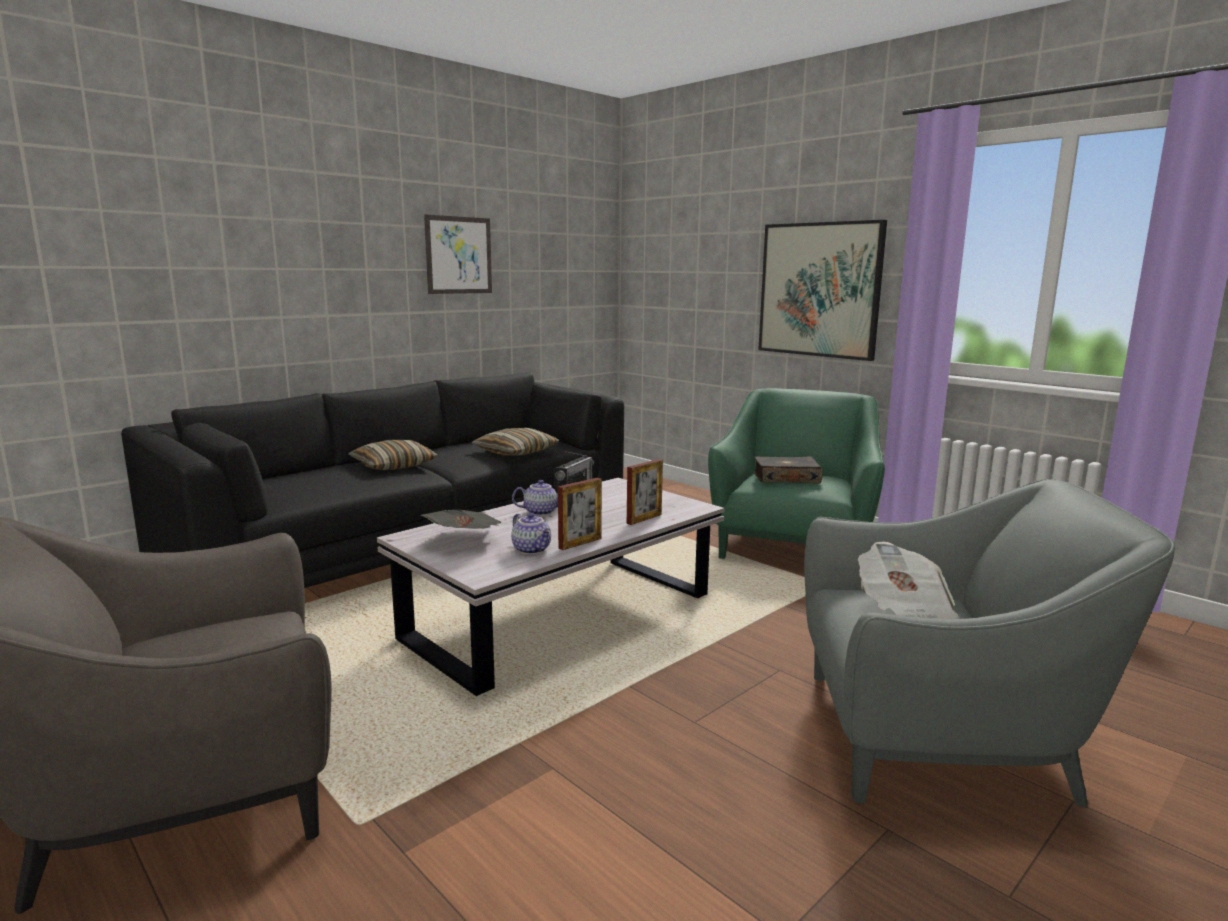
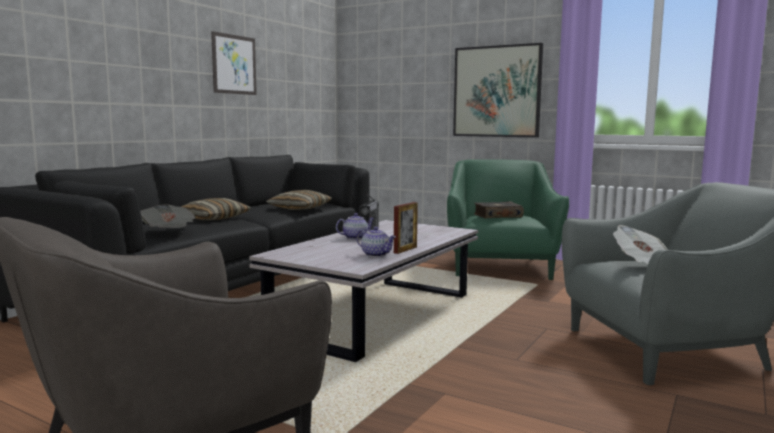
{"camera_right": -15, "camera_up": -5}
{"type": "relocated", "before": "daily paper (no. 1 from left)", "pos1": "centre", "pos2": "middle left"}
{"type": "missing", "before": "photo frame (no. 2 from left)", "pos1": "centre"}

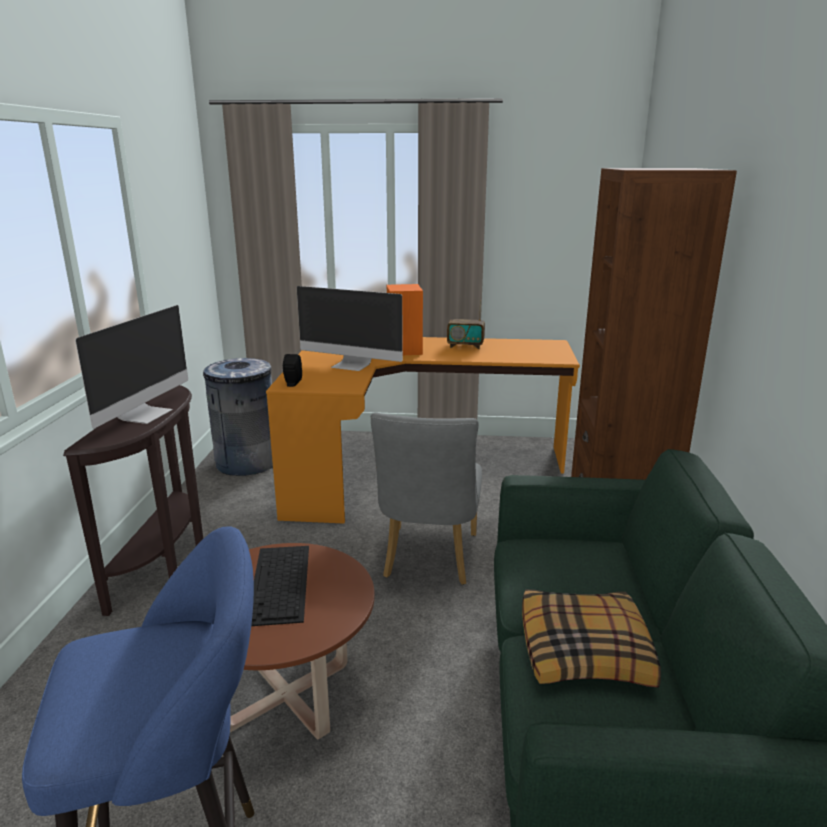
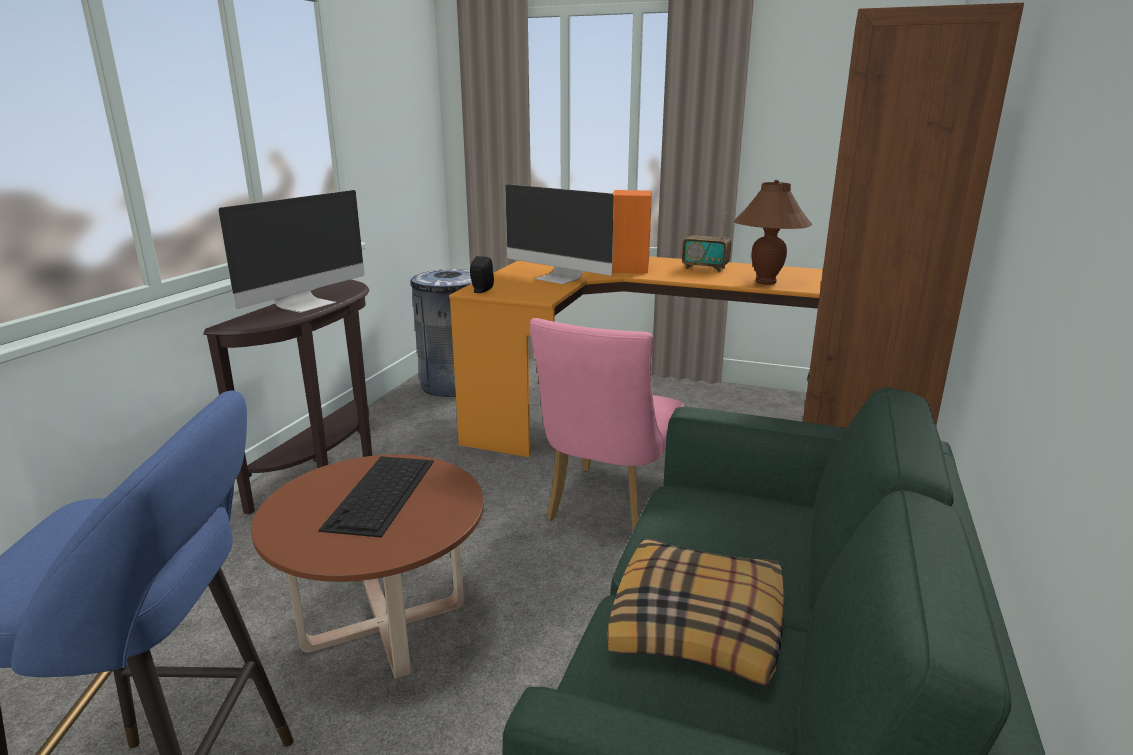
{"camera_right": 15, "camera_up": 0}
{"type": "colour", "before": "grey chair", "after": "pink chair", "pos1": "centre", "pos2": "centre"}
{"type": "appeared", "after": "brown table lamp", "pos2": "top right"}

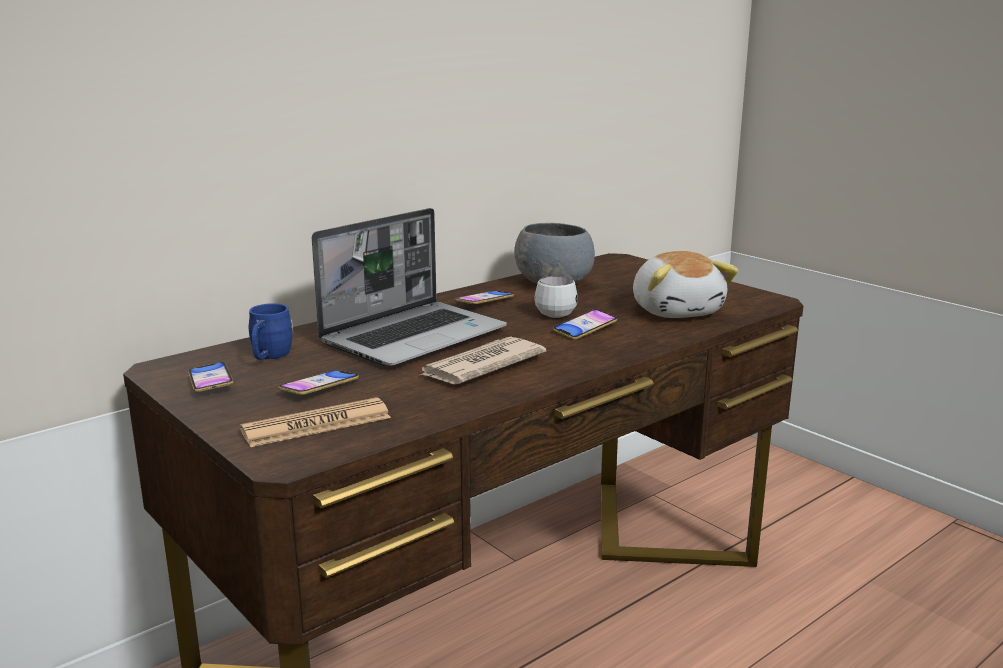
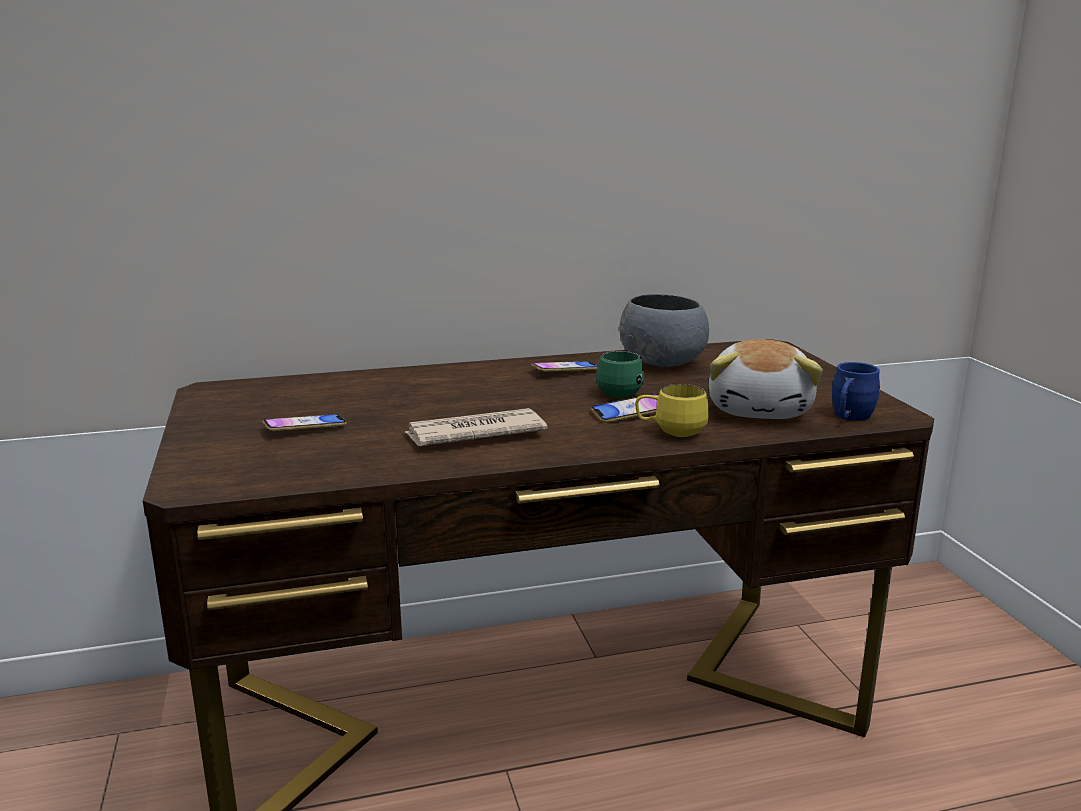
{"camera_right": 25, "camera_up": 0}
{"type": "colour", "before": "white-coloured mug", "after": "green-coloured mug", "pos1": "centre", "pos2": "centre"}
{"type": "appeared", "after": "yellow-coloured mug", "pos2": "centre"}
{"type": "relocated", "before": "blue mug", "pos1": "middle left", "pos2": "middle right"}
{"type": "missing", "before": "telephone (no. 1 from left)", "pos1": "middle left"}
{"type": "missing", "before": "daily paper (no. 1 from left)", "pos1": "middle left"}
{"type": "missing", "before": "notebook computer", "pos1": "centre"}

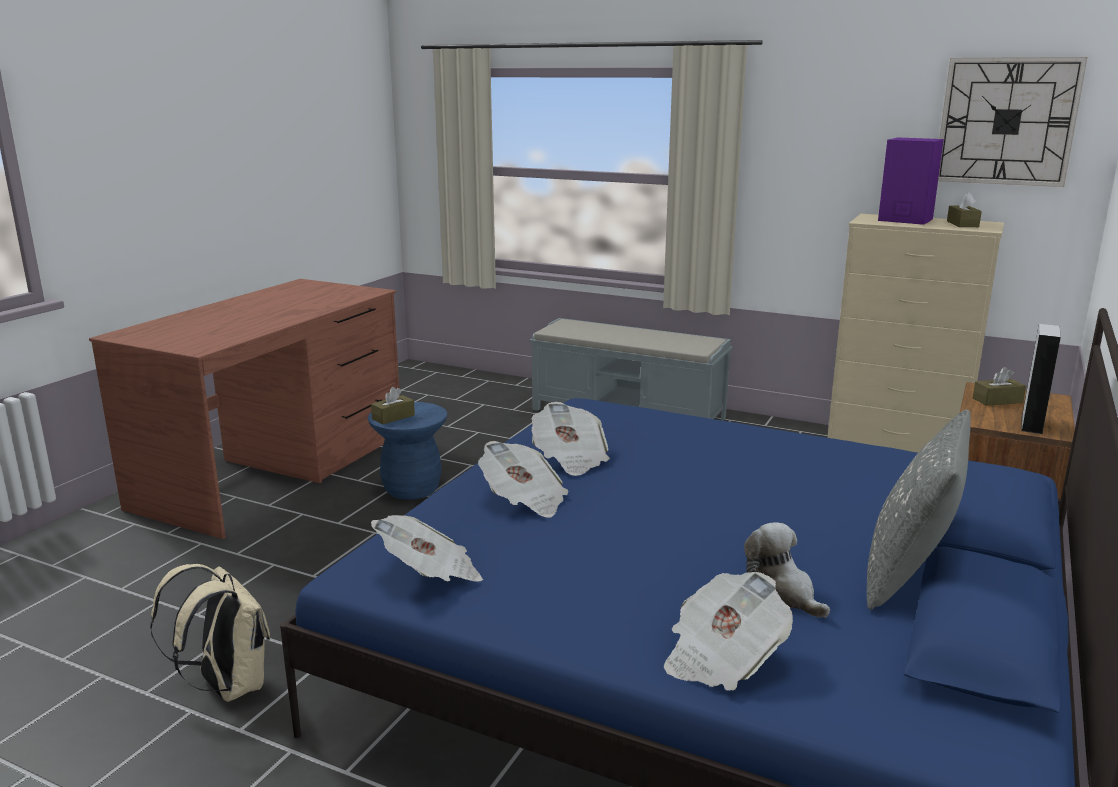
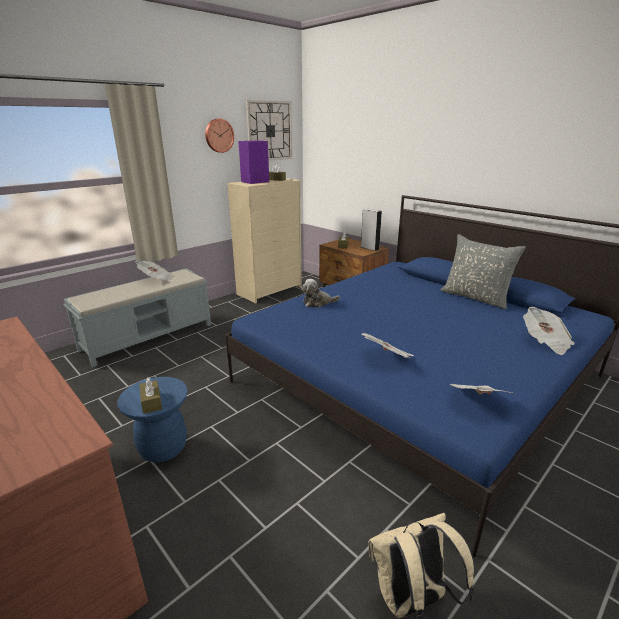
{"camera_right": -70, "camera_up": 5}
{"type": "relocated", "before": "daily paper (no. 3 from left in the first image)", "after": "daily paper (no. 1 from left)", "pos1": "centre", "pos2": "middle left"}
{"type": "appeared", "after": "wall clock (no. 1 from left)", "pos2": "top centre"}
{"type": "relocated", "before": "plush toy", "pos1": "bottom right", "pos2": "centre"}

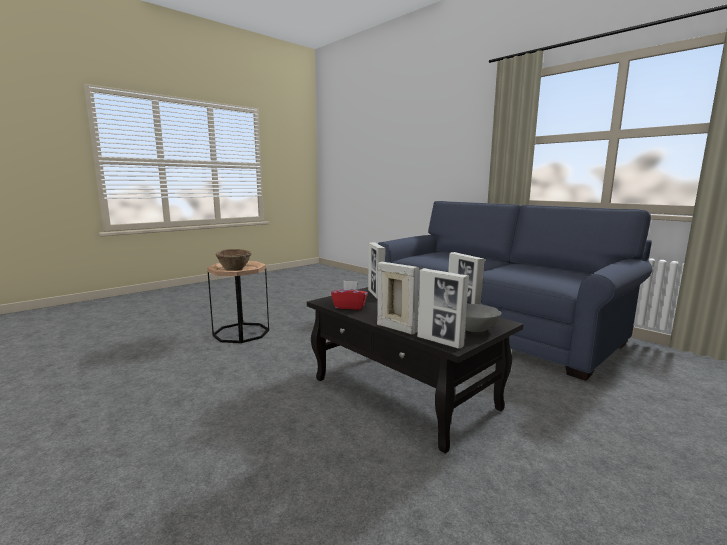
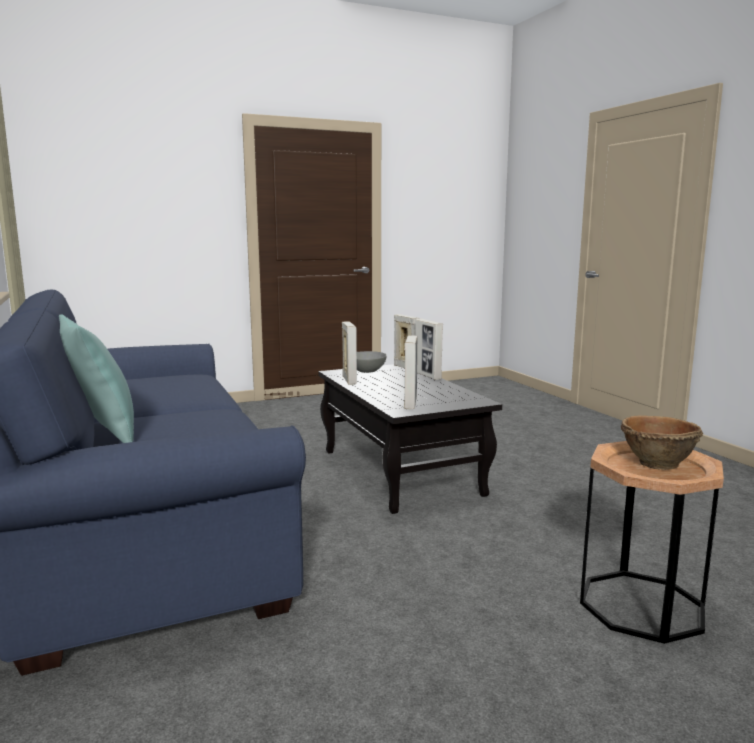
{"camera_right": -160, "camera_up": 0}
{"type": "appeared", "after": "turquoise throw pillow", "pos2": "middle left"}
{"type": "missing", "before": "reddish box of tissues", "pos1": "centre"}

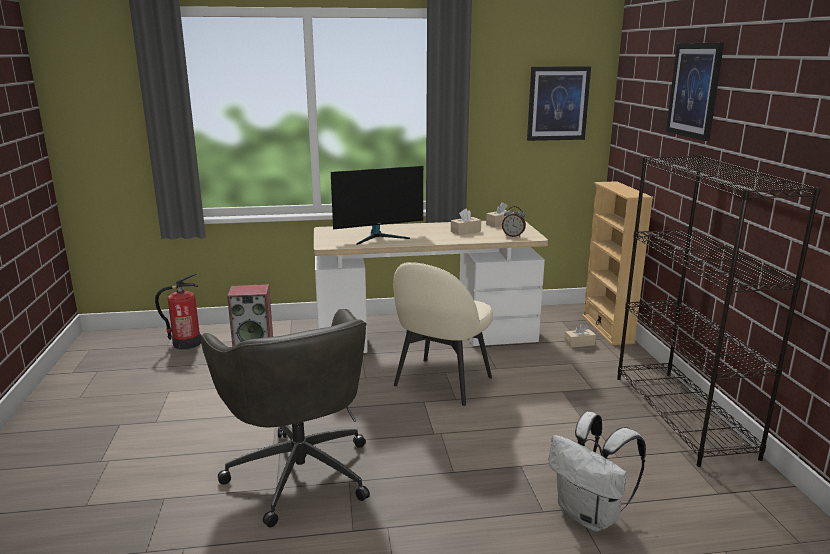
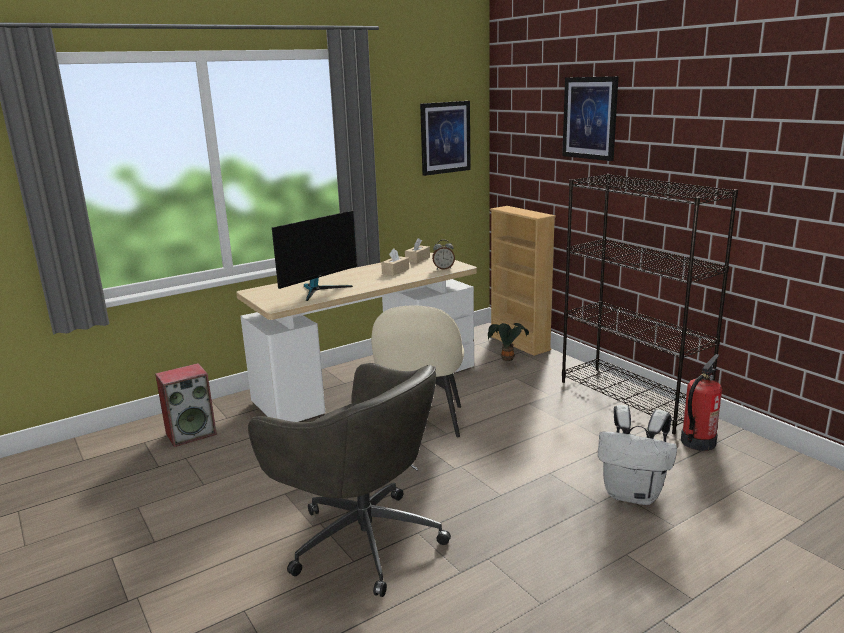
{"camera_right": -25, "camera_up": 0}
{"type": "exchanged", "before": "beige-coloured box of tissues (no. 3 from left)", "after": "potted plant", "pos1": "middle right", "pos2": "centre"}
{"type": "relocated", "before": "fire extinguisher", "pos1": "middle left", "pos2": "middle right"}

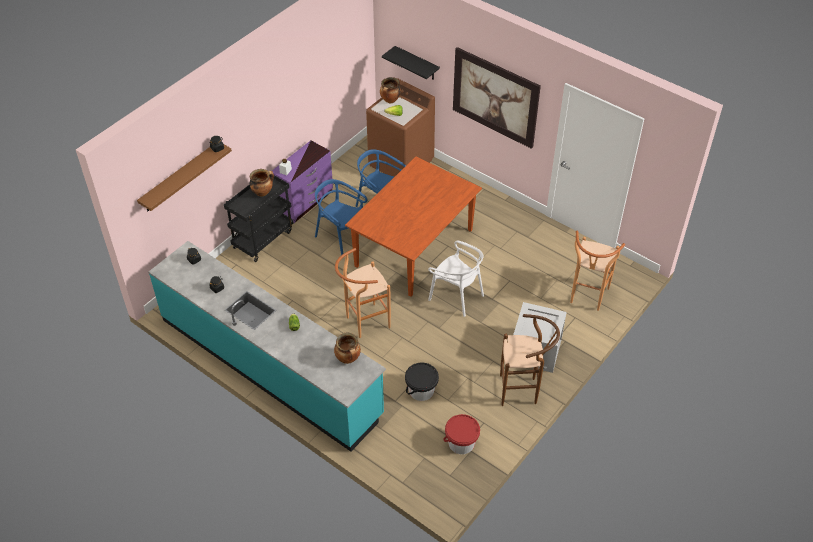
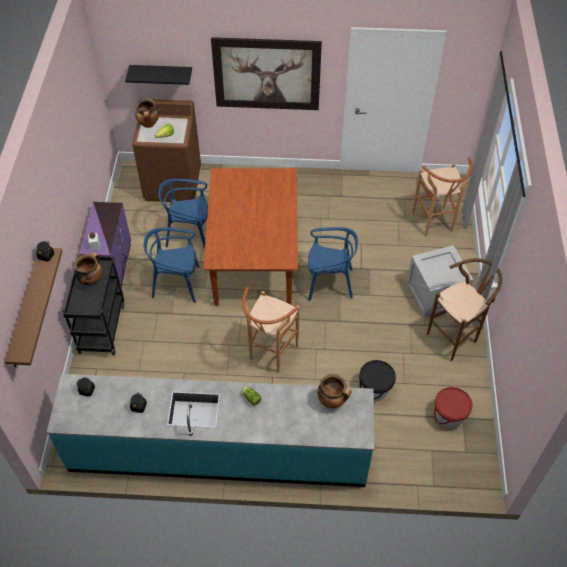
{"camera_right": -35, "camera_up": 5}
{"type": "colour", "before": "white-coloured chair", "after": "blue chair (no. 3 from left)", "pos1": "centre", "pos2": "centre"}

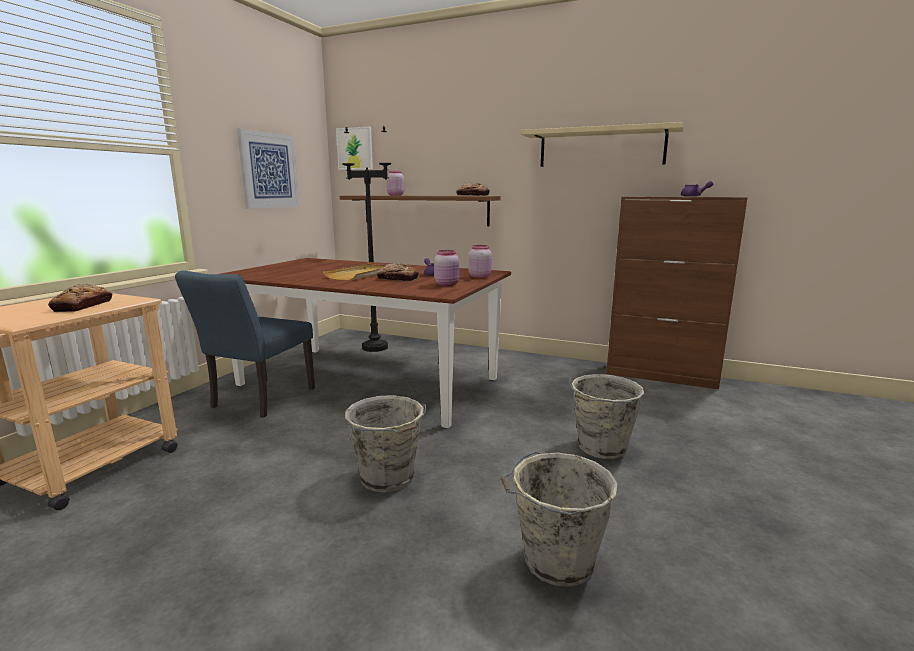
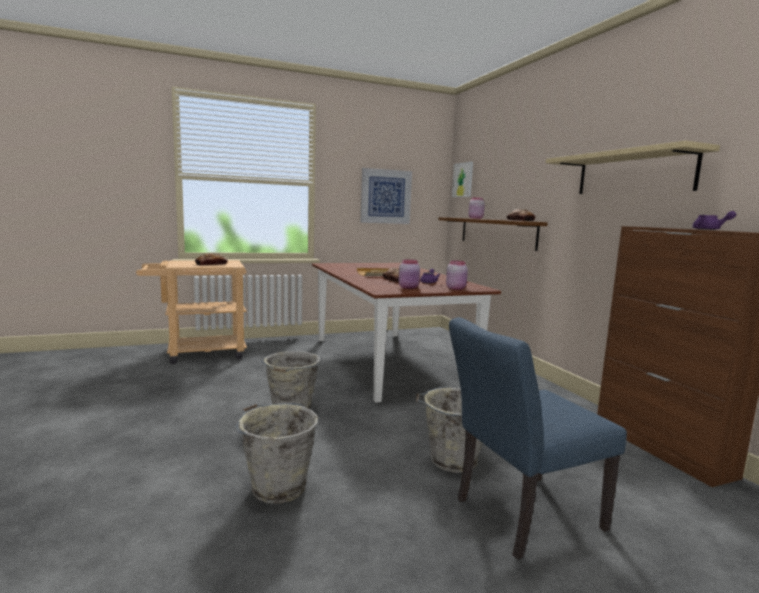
{"camera_right": 45, "camera_up": -5}
{"type": "relocated", "before": "blue chair", "pos1": "middle left", "pos2": "bottom right"}
{"type": "missing", "before": "blackish standing lamp", "pos1": "centre"}

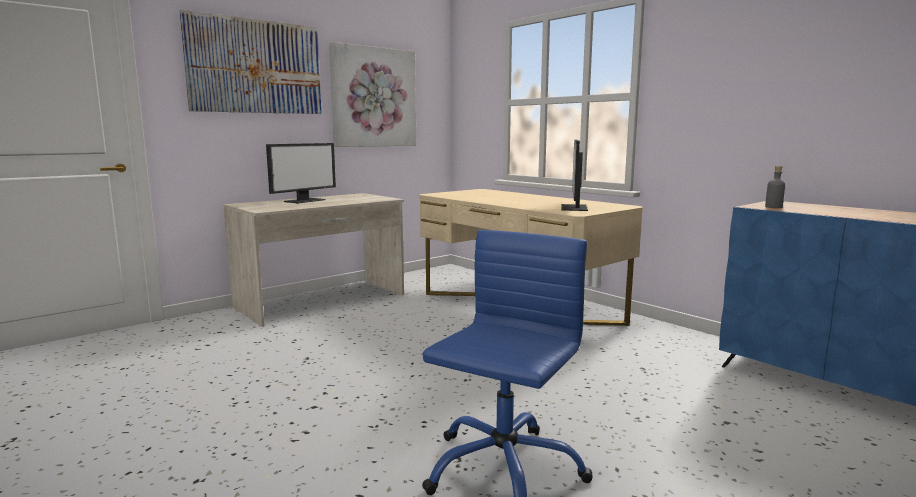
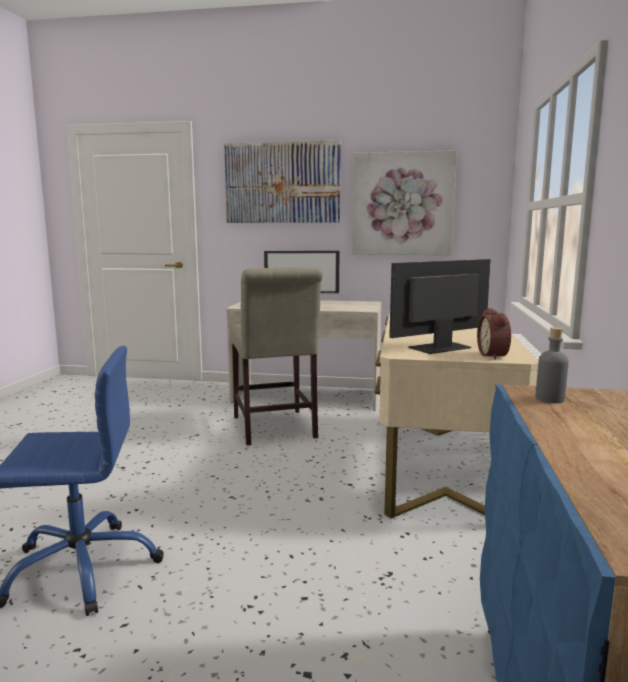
{"camera_right": 50, "camera_up": 0}
{"type": "appeared", "after": "beige-coloured chair", "pos2": "centre"}
{"type": "appeared", "after": "bedside clock", "pos2": "middle right"}

